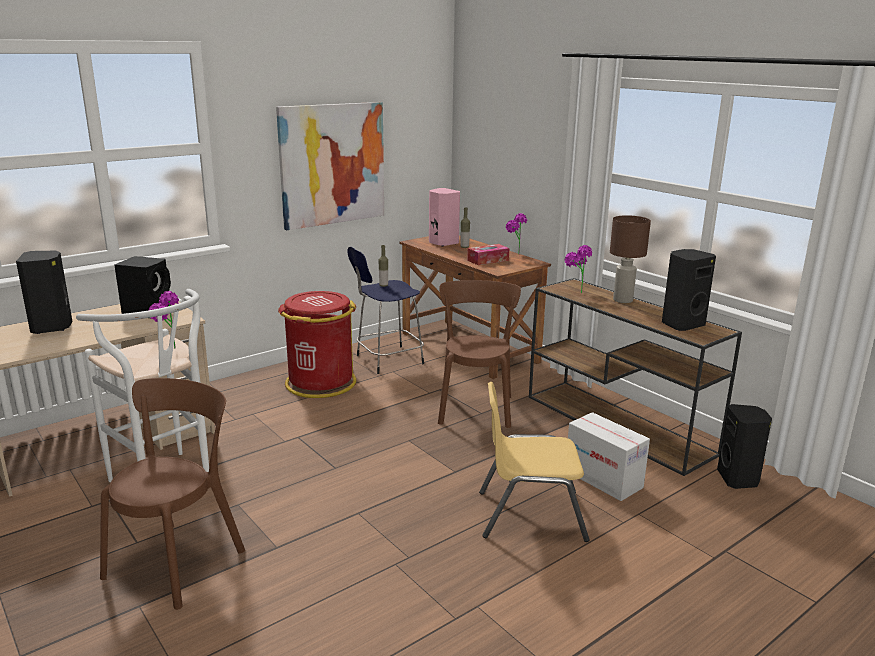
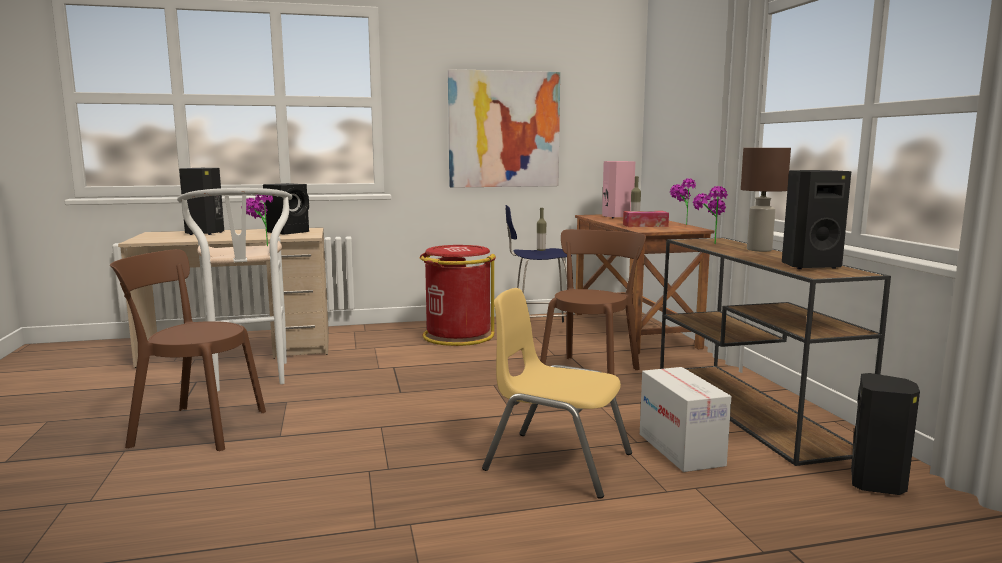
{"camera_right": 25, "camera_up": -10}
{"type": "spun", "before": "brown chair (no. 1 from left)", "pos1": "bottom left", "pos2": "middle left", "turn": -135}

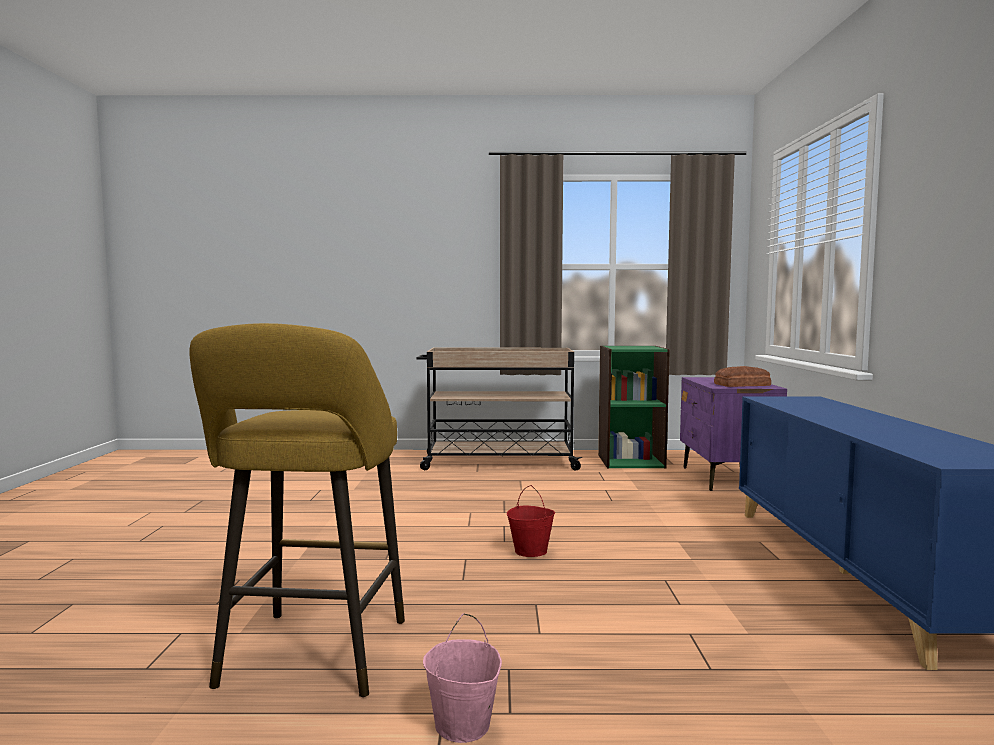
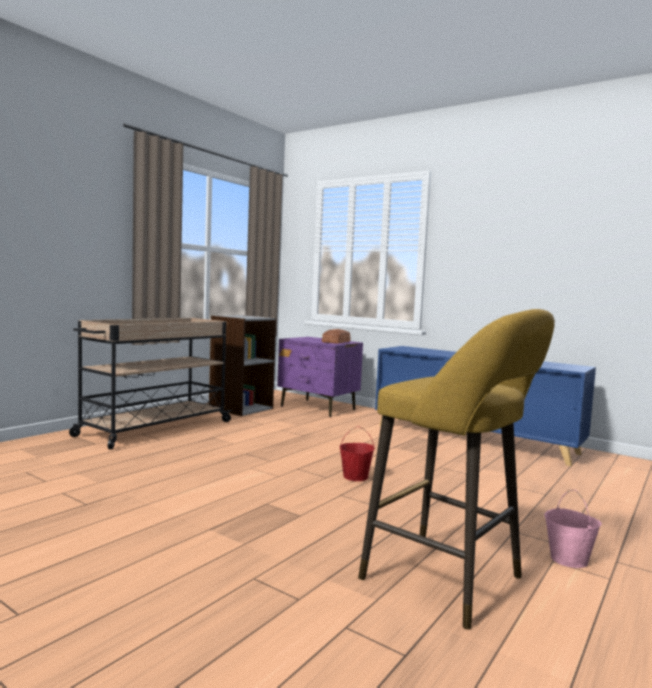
{"camera_right": -55, "camera_up": 0}
{"type": "colour", "before": "green-coloured bookshelf", "after": "grey bookshelf", "pos1": "centre", "pos2": "centre"}

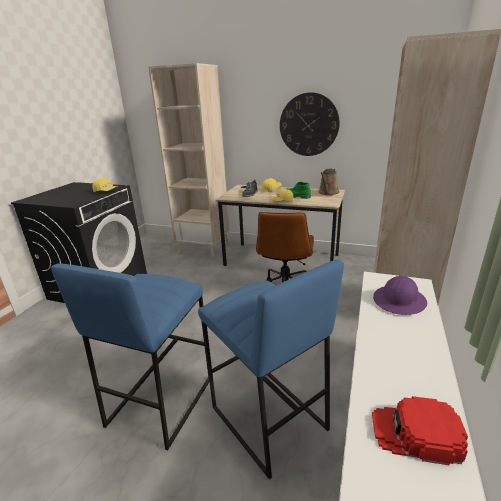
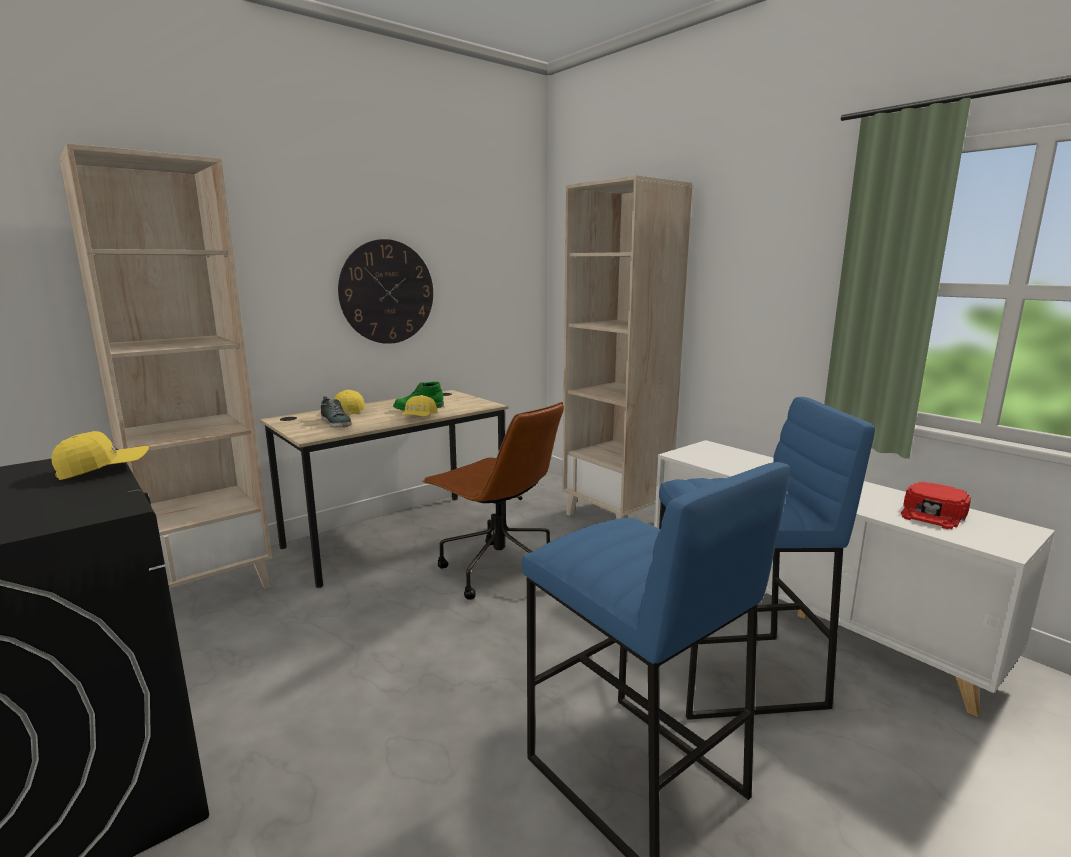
{"camera_right": -60, "camera_up": -10}
{"type": "missing", "before": "brown sprinkling can", "pos1": "centre"}
{"type": "missing", "before": "purplish hard hat", "pos1": "middle right"}

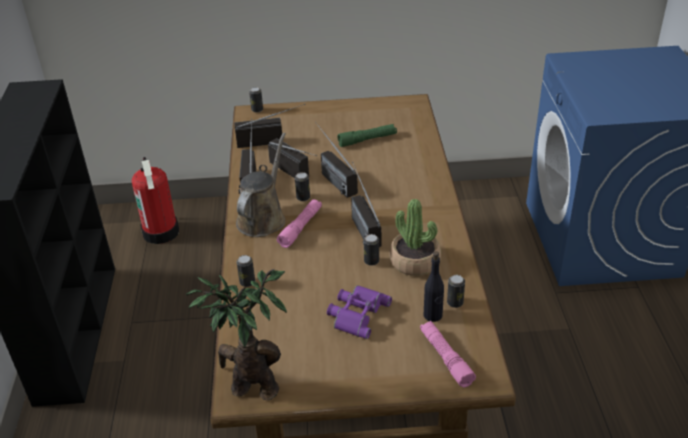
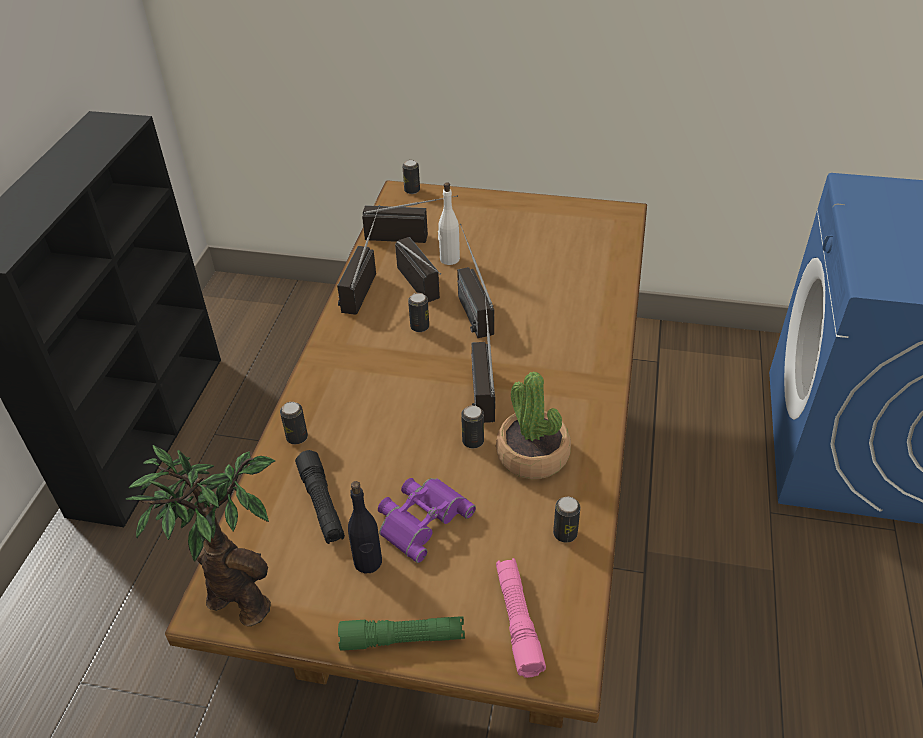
{"camera_right": 15, "camera_up": 5}
{"type": "appeared", "after": "blackish flashlight", "pos2": "bottom centre"}
{"type": "relocated", "before": "green-coloured flashlight", "pos1": "top centre", "pos2": "bottom centre"}
{"type": "relocated", "before": "blackish bottle", "pos1": "centre", "pos2": "bottom centre"}
{"type": "appeared", "after": "white-coloured bottle", "pos2": "top centre"}
{"type": "missing", "before": "fire extinguisher", "pos1": "middle left"}
{"type": "missing", "before": "brown sprinkling can", "pos1": "centre"}
{"type": "missing", "before": "pink flashlight (no. 1 from left)", "pos1": "centre"}

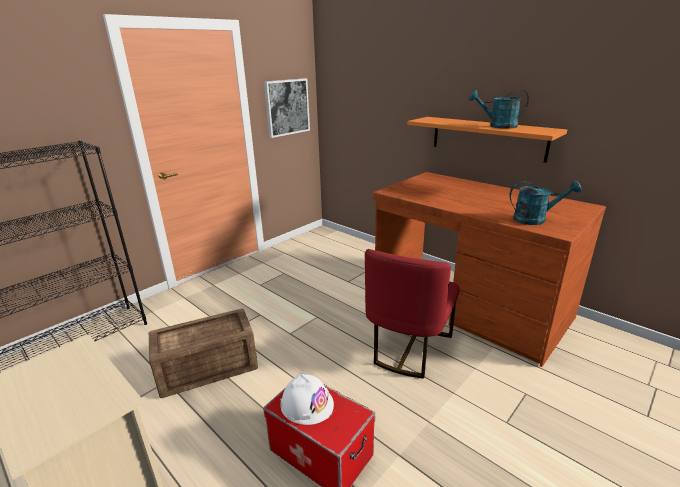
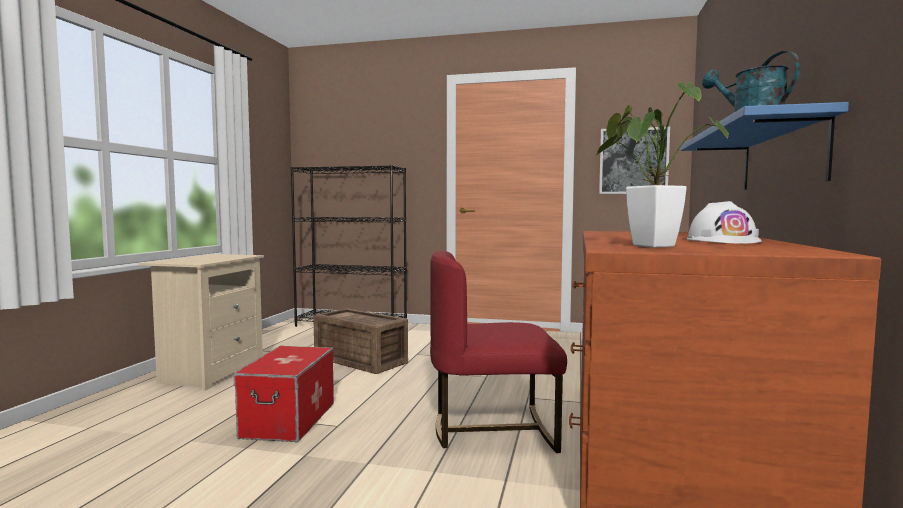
{"camera_right": 60, "camera_up": -20}
{"type": "exchanged", "before": "turquoise sprinkling can (no. 2 from left)", "after": "potted plant", "pos1": "middle right", "pos2": "top right"}
{"type": "colour", "before": "orange wall shelf", "after": "blue wall shelf", "pos1": "top right", "pos2": "top right"}
{"type": "relocated", "before": "white-coloured hard hat", "pos1": "bottom centre", "pos2": "middle right"}

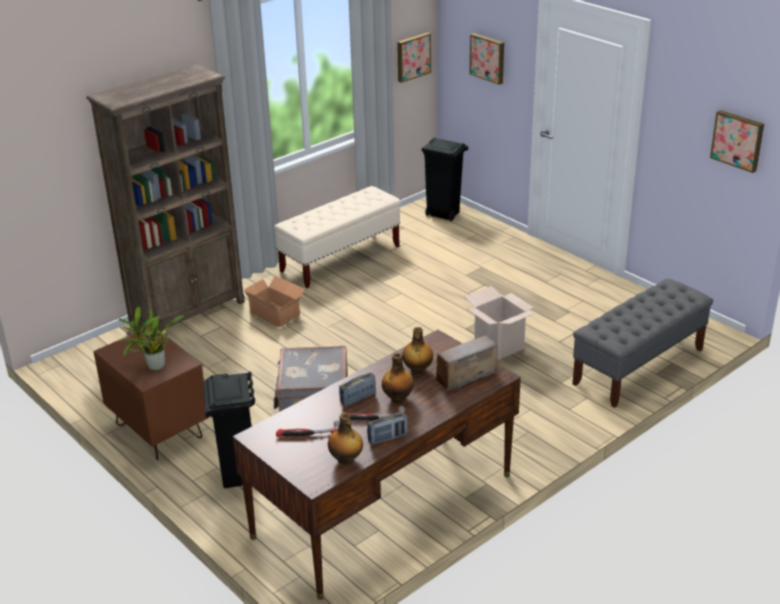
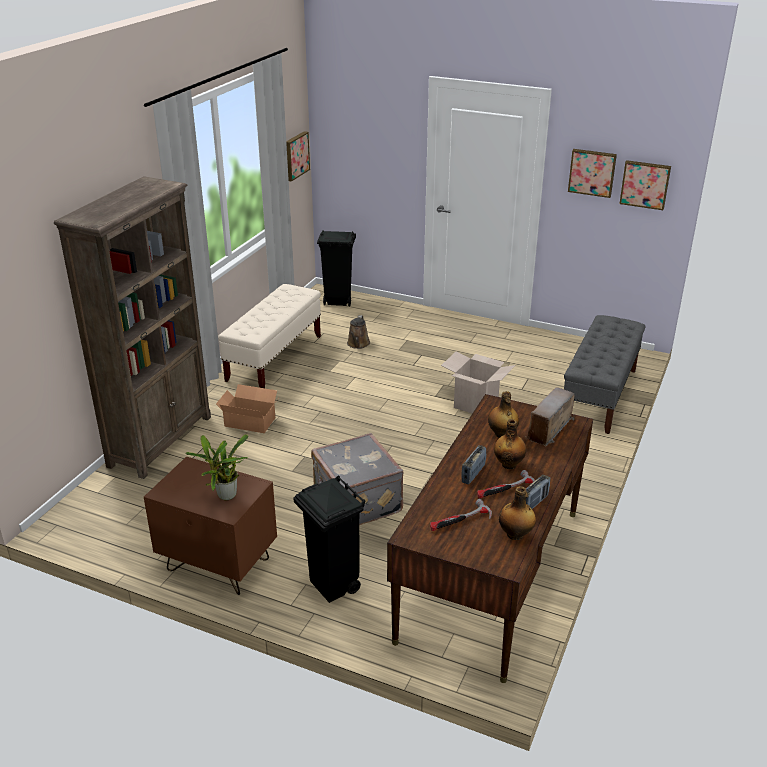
{"camera_right": -25, "camera_up": 0}
{"type": "appeared", "after": "brown sprinkling can", "pos2": "centre"}
{"type": "relocated", "before": "wall art (no. 2 from left)", "pos1": "top centre", "pos2": "top right"}

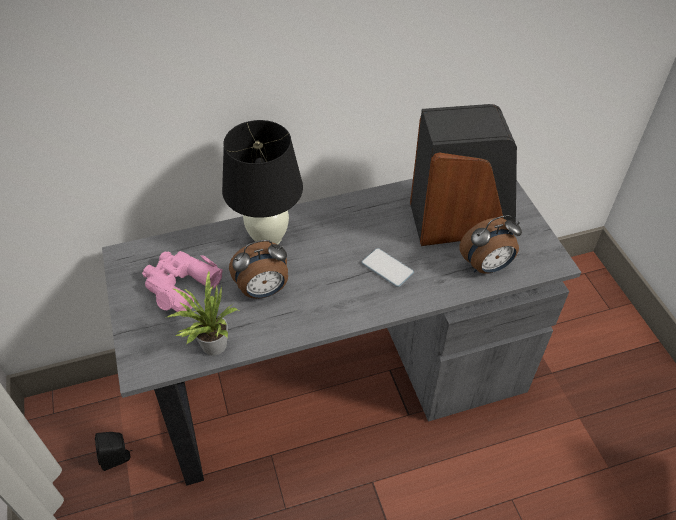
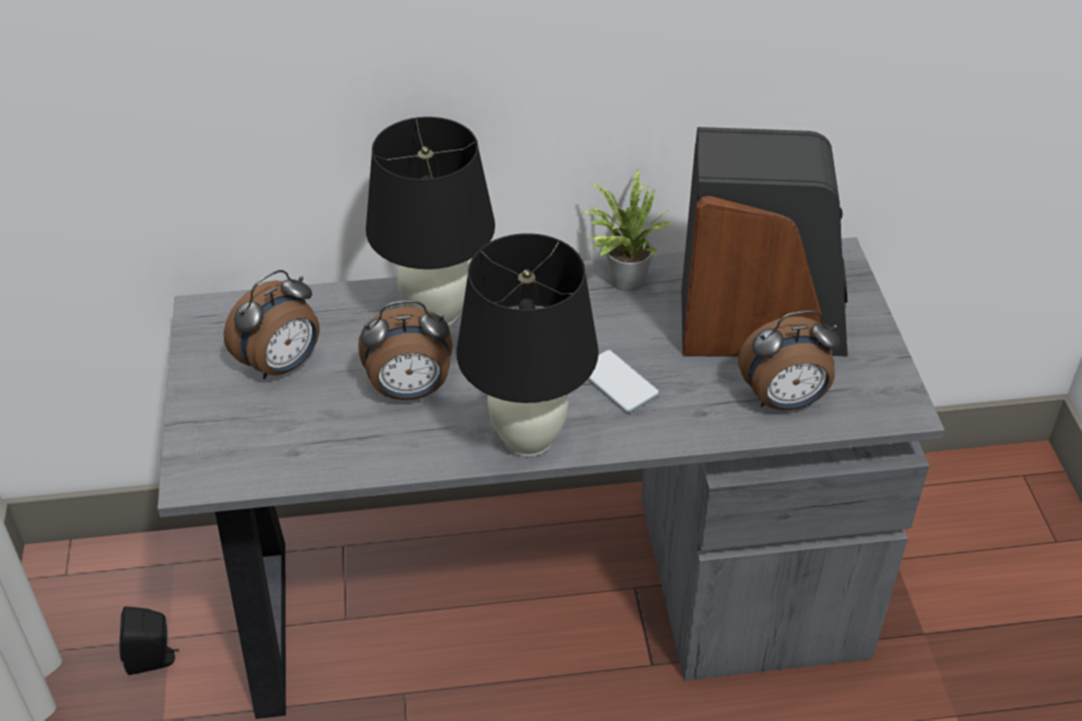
{"camera_right": 10, "camera_up": -5}
{"type": "exchanged", "before": "pink field glasses", "after": "bedside clock (no. 1 from left)", "pos1": "middle left", "pos2": "middle left"}
{"type": "appeared", "after": "blackish table lamp (no. 2 from left)", "pos2": "centre"}
{"type": "relocated", "before": "potted plant", "pos1": "middle left", "pos2": "top centre"}

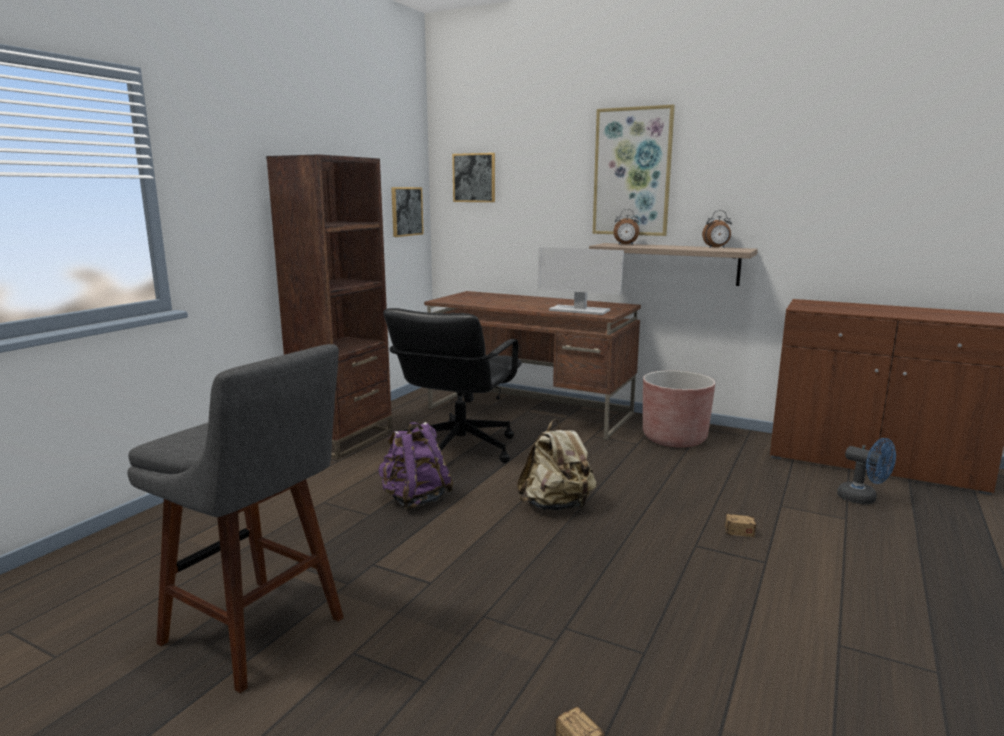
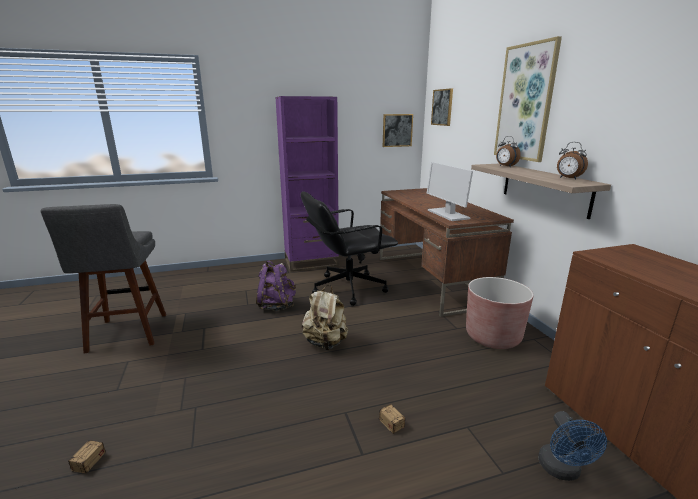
{"camera_right": 45, "camera_up": 5}
{"type": "colour", "before": "brown bookshelf", "after": "purplish bookshelf", "pos1": "middle left", "pos2": "centre"}

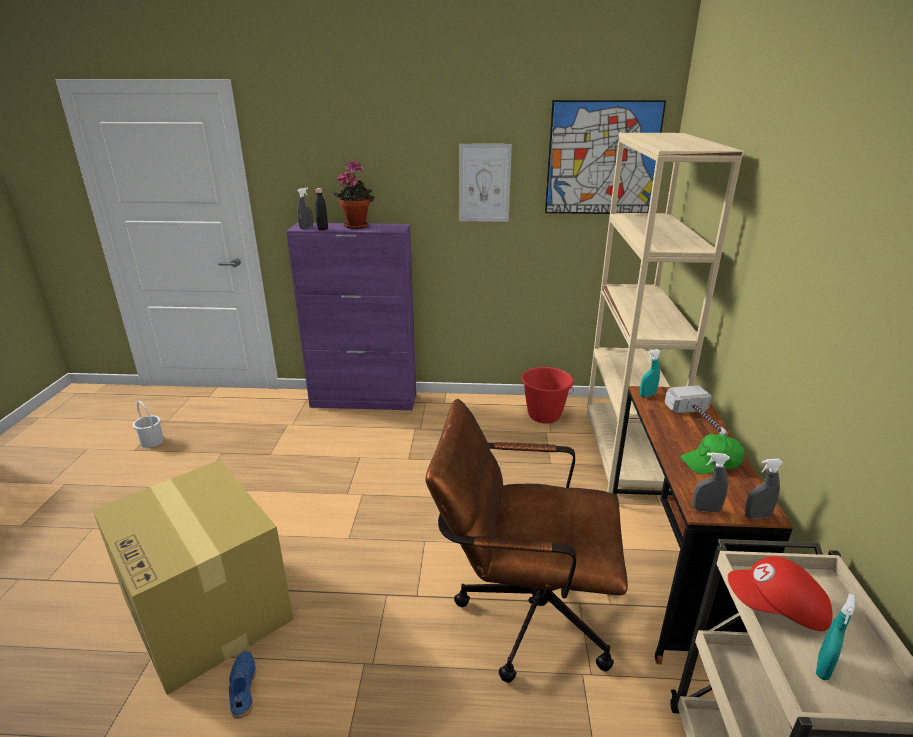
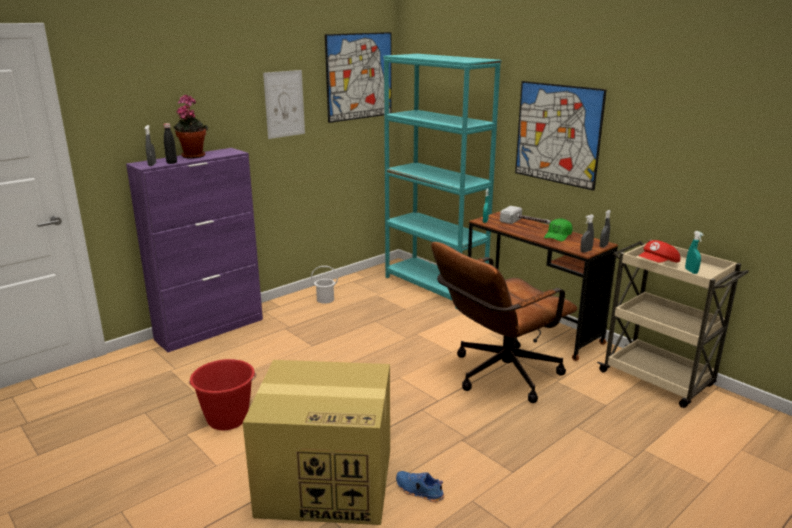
{"camera_right": -45, "camera_up": -5}
{"type": "relocated", "before": "reddish bucket", "pos1": "centre", "pos2": "bottom left"}
{"type": "relocated", "before": "white-coloured bucket", "pos1": "middle left", "pos2": "centre"}
{"type": "colour", "before": "beige-coloured bookshelf", "after": "turquoise bookshelf", "pos1": "middle right", "pos2": "centre"}
{"type": "appeared", "after": "wall art (no. 3 from left)", "pos2": "top right"}

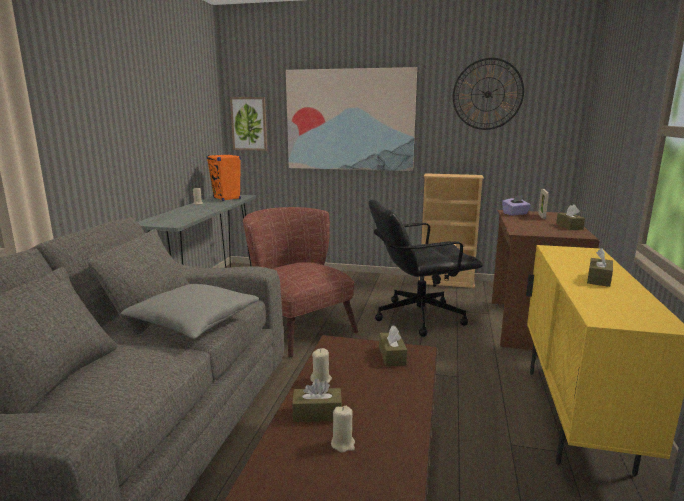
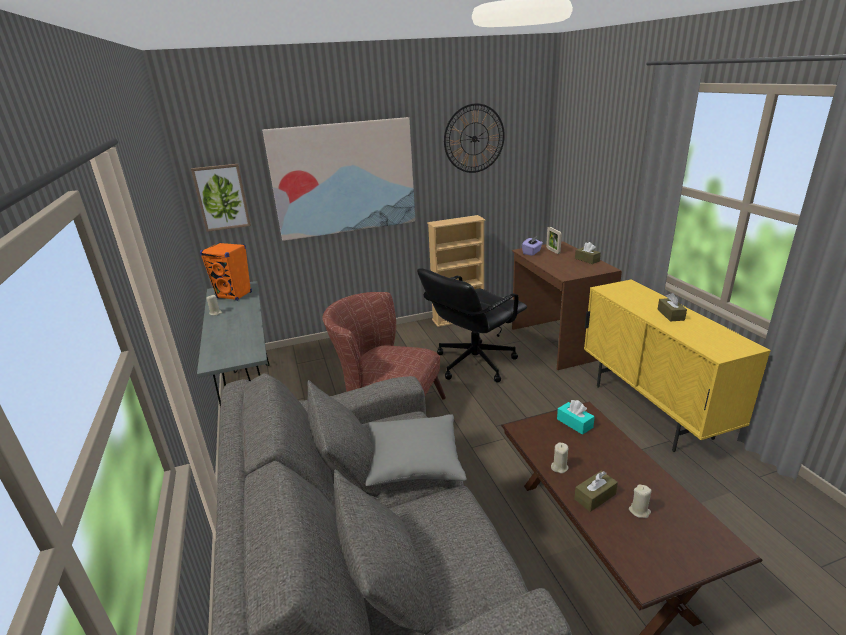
{"camera_right": -30, "camera_up": 10}
{"type": "colour", "before": "brown box of tissues (no. 2 from left)", "after": "turquoise box of tissues", "pos1": "bottom centre", "pos2": "middle right"}

